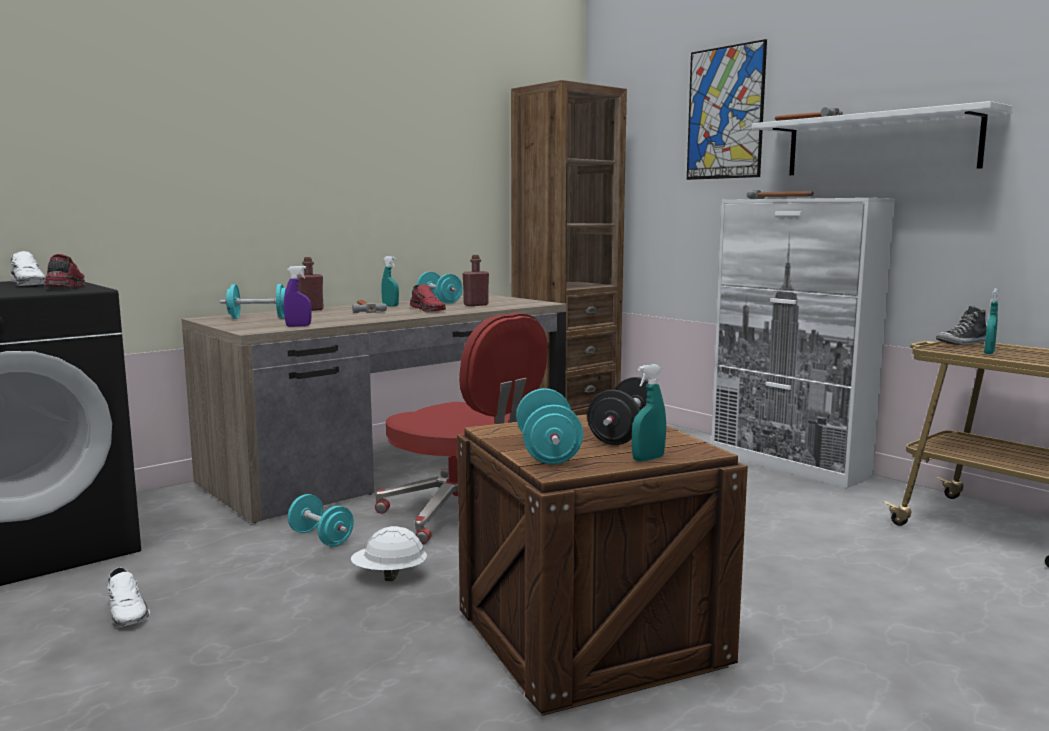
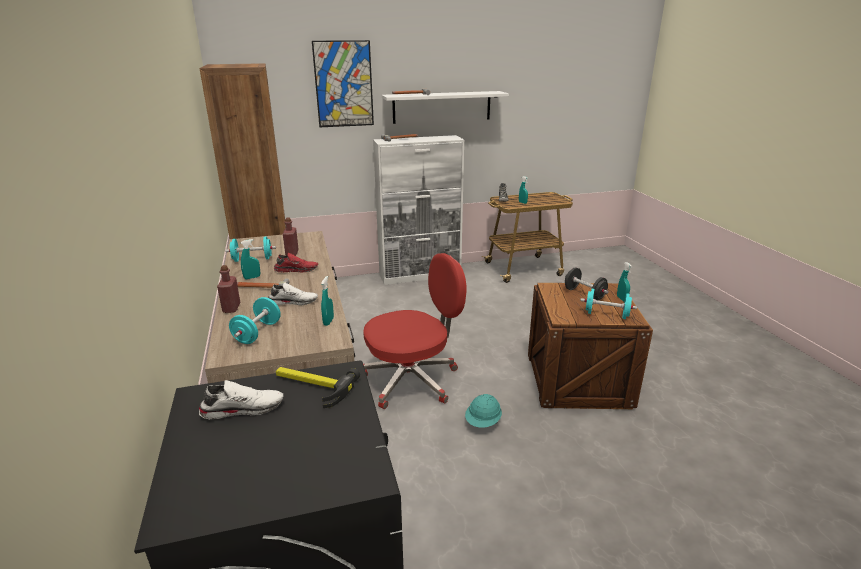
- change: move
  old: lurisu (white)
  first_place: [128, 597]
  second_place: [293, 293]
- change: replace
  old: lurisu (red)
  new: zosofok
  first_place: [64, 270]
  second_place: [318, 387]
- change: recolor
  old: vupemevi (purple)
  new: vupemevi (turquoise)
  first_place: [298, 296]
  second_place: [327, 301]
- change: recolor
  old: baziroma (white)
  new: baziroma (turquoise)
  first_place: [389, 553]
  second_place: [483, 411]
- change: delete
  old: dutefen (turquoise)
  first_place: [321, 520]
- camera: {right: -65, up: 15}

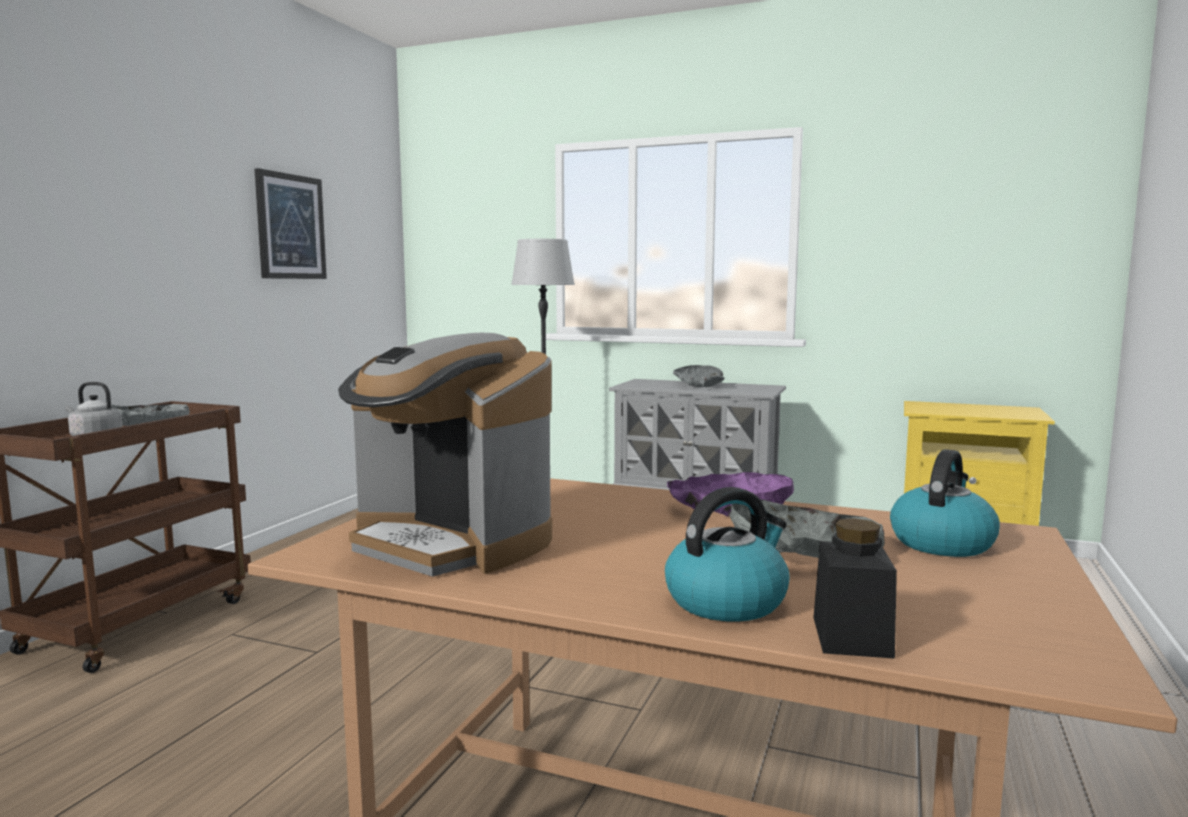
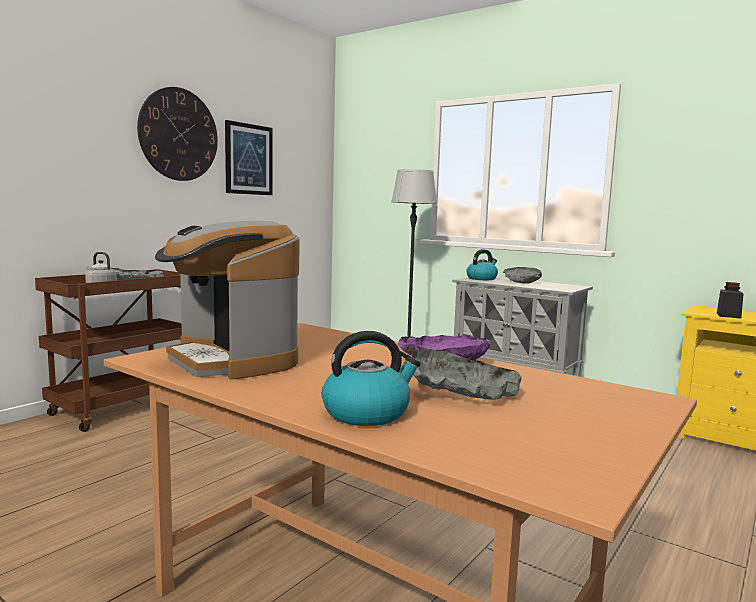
- change: insert
  new: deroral
  second_place: [177, 134]
- change: move
  old: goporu
  first_place: [945, 503]
  second_place: [482, 264]
- change: move
  old: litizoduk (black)
  first_place: [855, 588]
  second_place: [730, 300]
- camera: {right: 15, up: 0}

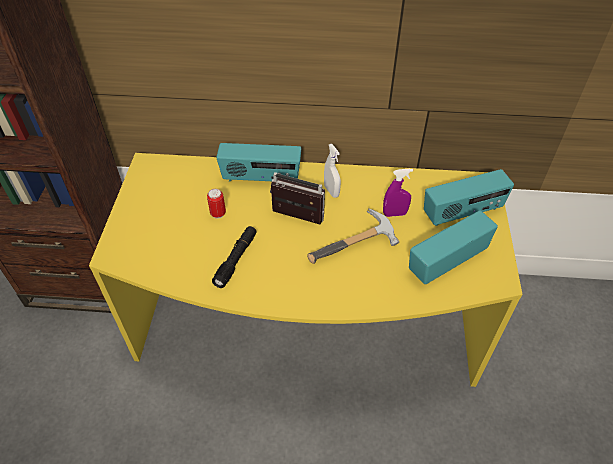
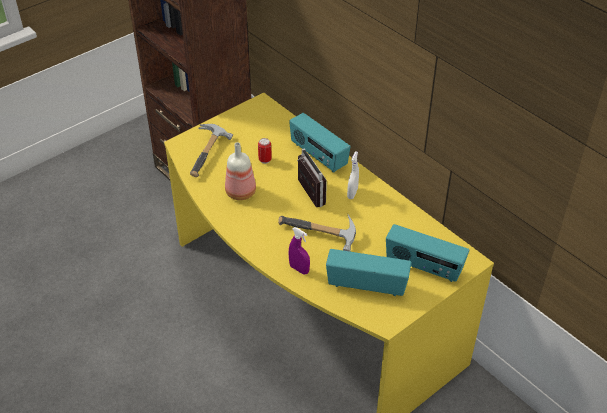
- change: insert
  new: zosofok
  second_place: [211, 150]
- change: replace
  old: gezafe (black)
  new: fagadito
  first_place: [234, 257]
  second_place: [240, 171]
- change: move
  old: vupemevi (purple)
  first_place: [398, 193]
  second_place: [299, 251]
- camera: {right: 45, up: -5}

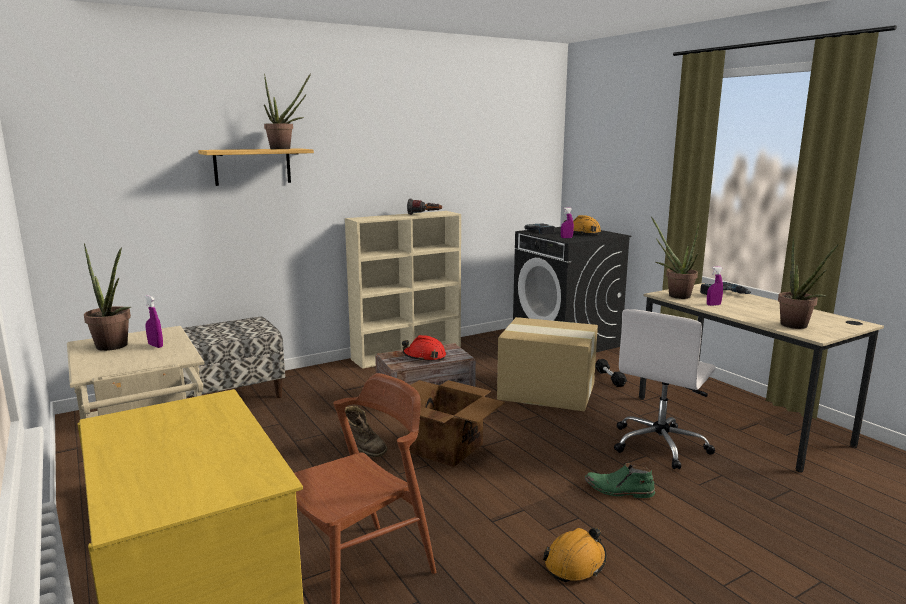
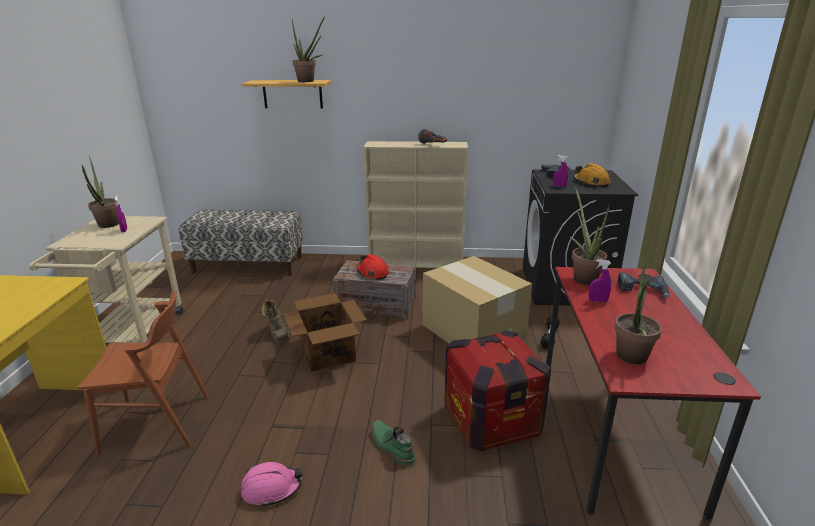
- change: recolor
  old: baziroma (orange)
  new: baziroma (pink)
  first_place: [575, 555]
  second_place: [272, 484]
- change: replace
  old: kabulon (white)
  new: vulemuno
  first_place: [665, 389]
  second_place: [497, 390]
- change: recolor
  old: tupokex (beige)
  new: tupokex (red)
  first_place: [761, 378]
  second_place: [653, 394]
- camera: {right: 35, up: 10}

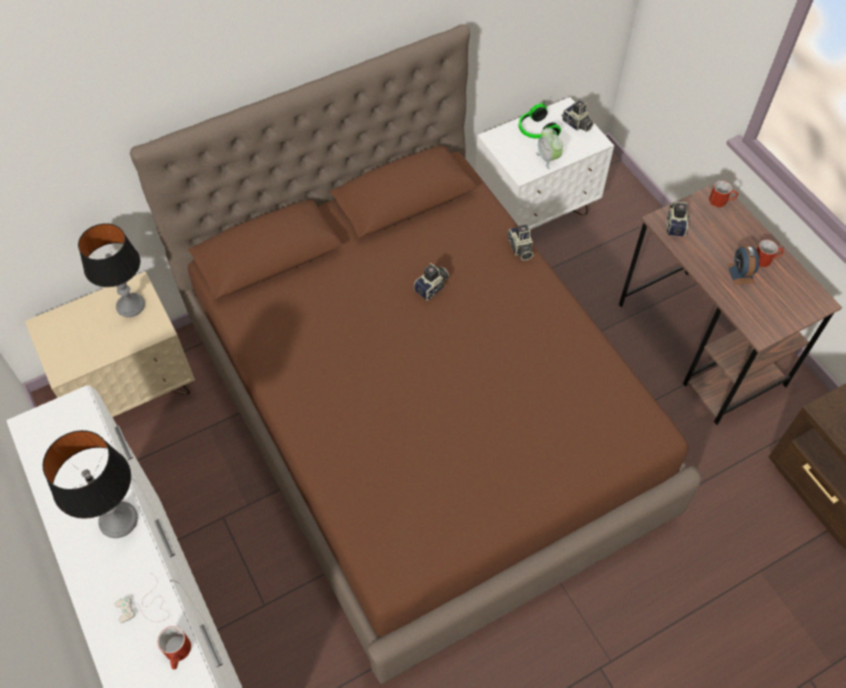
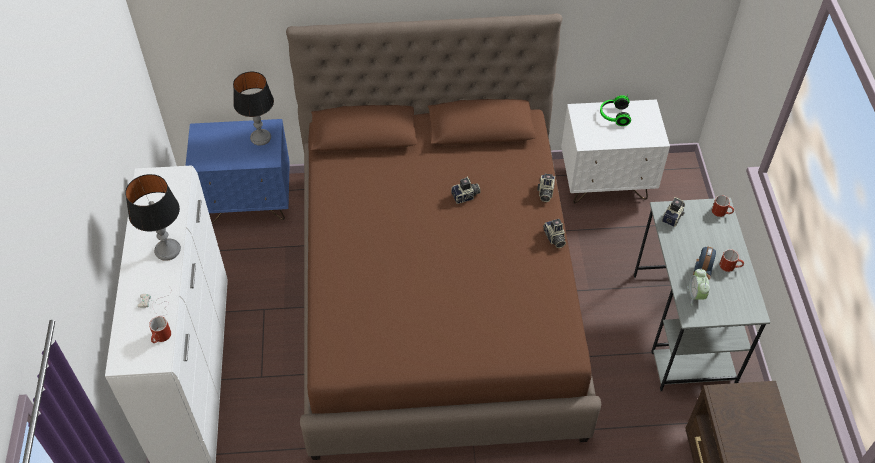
- change: recolor
  old: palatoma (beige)
  new: palatoma (blue)
  first_place: [110, 344]
  second_place: [237, 171]
- change: move
  old: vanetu
  first_place: [577, 116]
  second_place: [554, 233]
- change: recolor
  old: tupokex (brown)
  new: tupokex (grey)
  first_place: [730, 304]
  second_place: [702, 294]
- change: move
  old: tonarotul
  first_place: [549, 148]
  second_place: [698, 287]
- camera: {right: 25, up: -5}

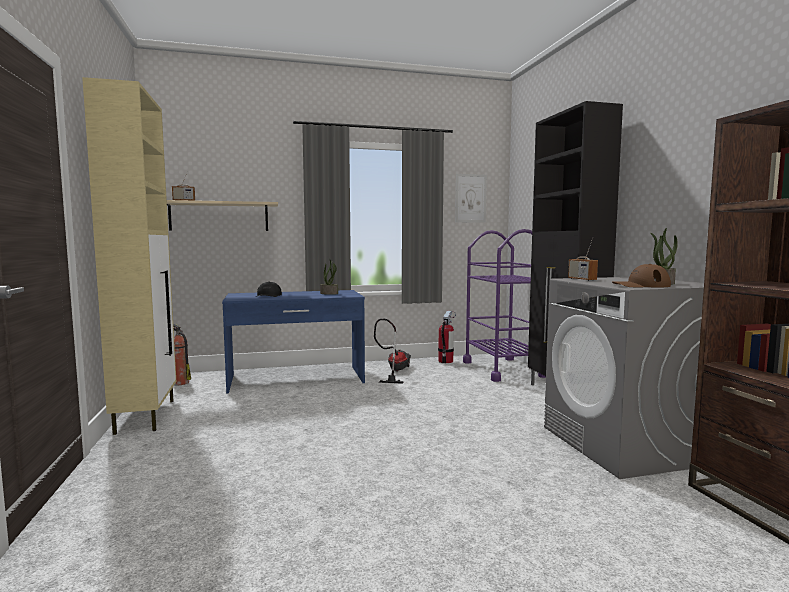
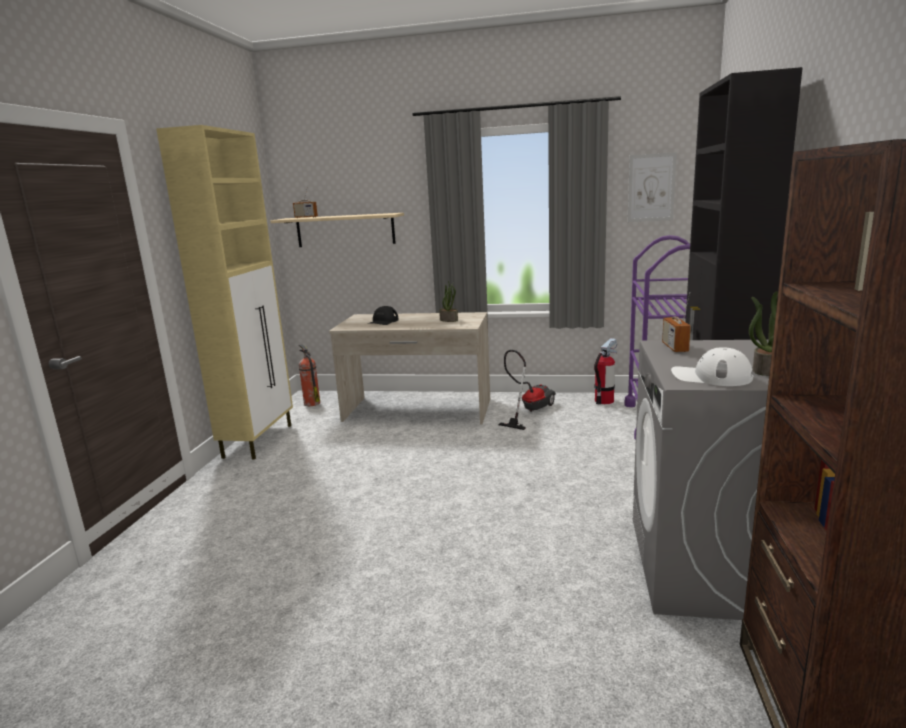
- change: recolor
  old: tupokex (blue)
  new: tupokex (beige)
  first_place: [293, 342]
  second_place: [409, 368]
- change: recolor
  old: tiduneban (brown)
  new: tiduneban (white)
  first_place: [641, 275]
  second_place: [712, 366]
- camera: {right: 25, up: 10}

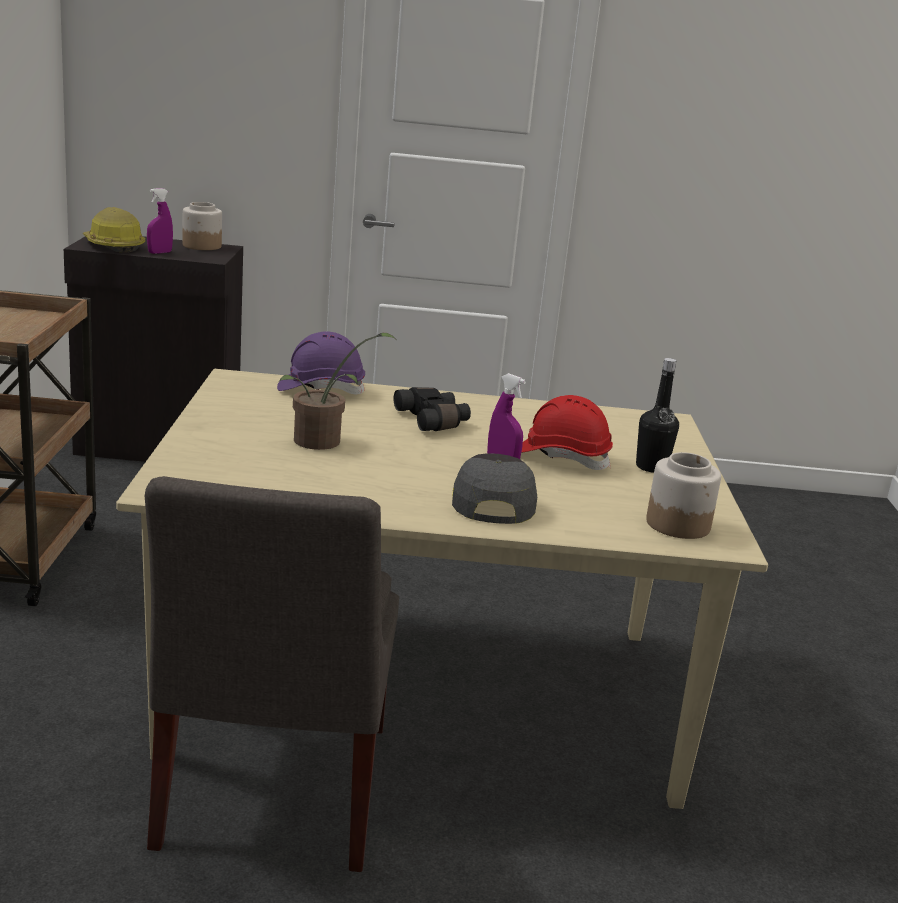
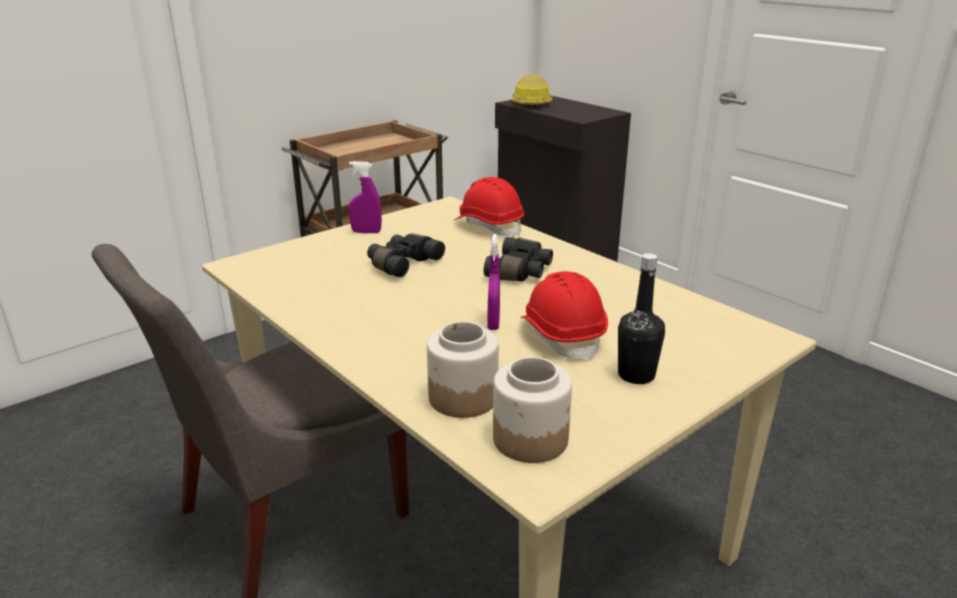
- change: move
  old: vupemevi (purple)
  first_place: [160, 221]
  second_place: [365, 197]
- change: replace
  old: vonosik
  new: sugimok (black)
  first_place: [337, 391]
  second_place: [406, 255]
- change: move
  old: litizoduk
  first_place: [202, 226]
  second_place: [463, 369]
- change: recolor
  old: baziroma (purple)
  new: baziroma (red)
  first_place: [321, 362]
  second_place: [488, 206]
- change: delete
  old: tiduneban (grey)
  first_place: [494, 488]
- camera: {right: 50, up: 5}

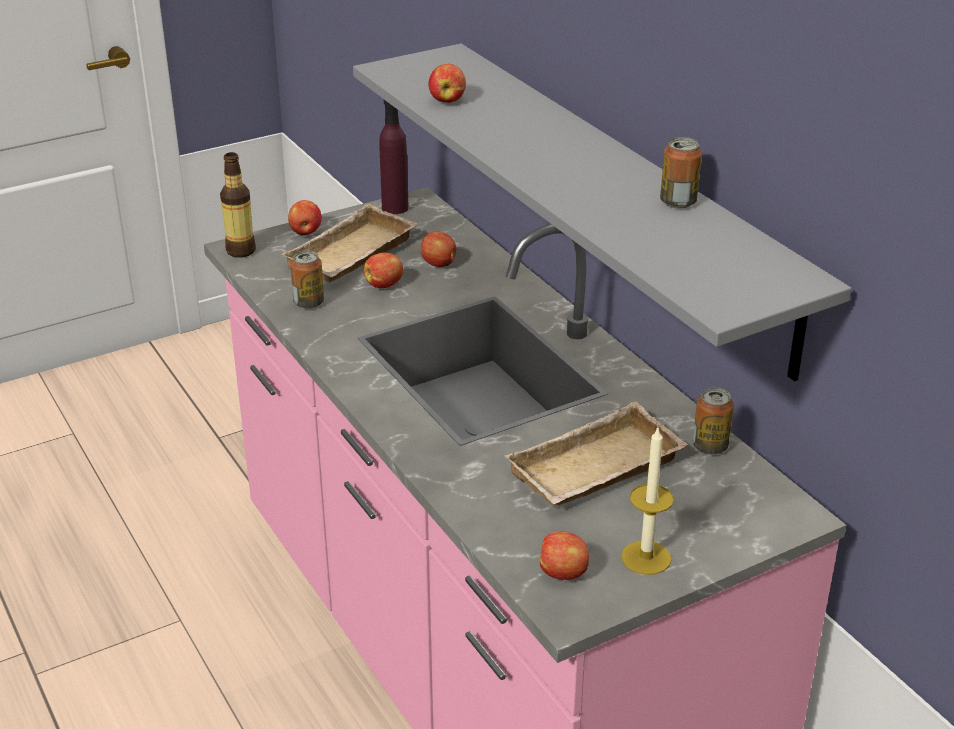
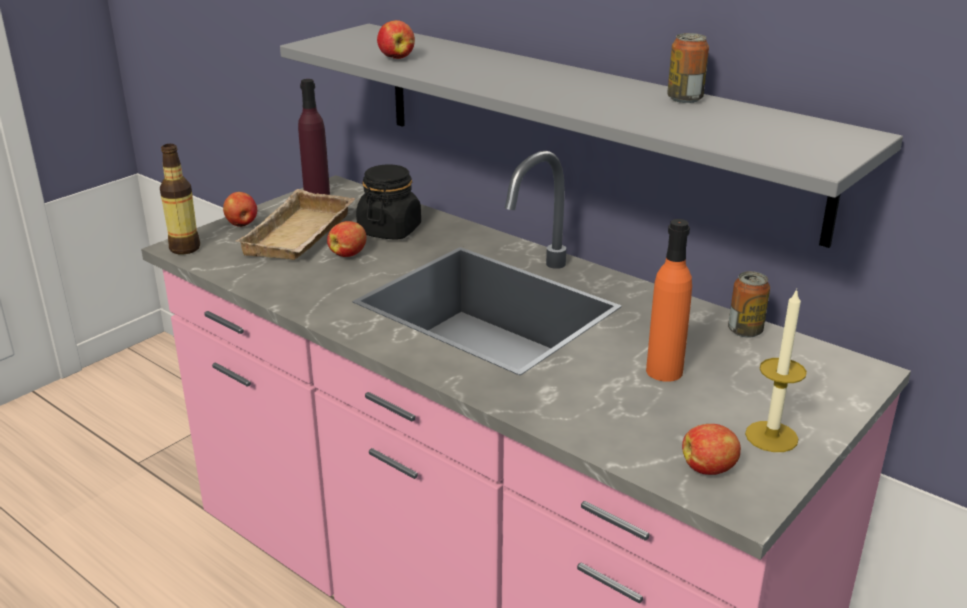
- change: replace
  old: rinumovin
  new: litizoduk (black)
  first_place: [438, 249]
  second_place: [388, 202]
- change: replace
  old: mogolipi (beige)
  new: fagadito (orange)
  first_place: [596, 454]
  second_place: [669, 300]
- change: delete
  old: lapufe
  first_place: [307, 279]
- camera: {right: -20, up: -5}

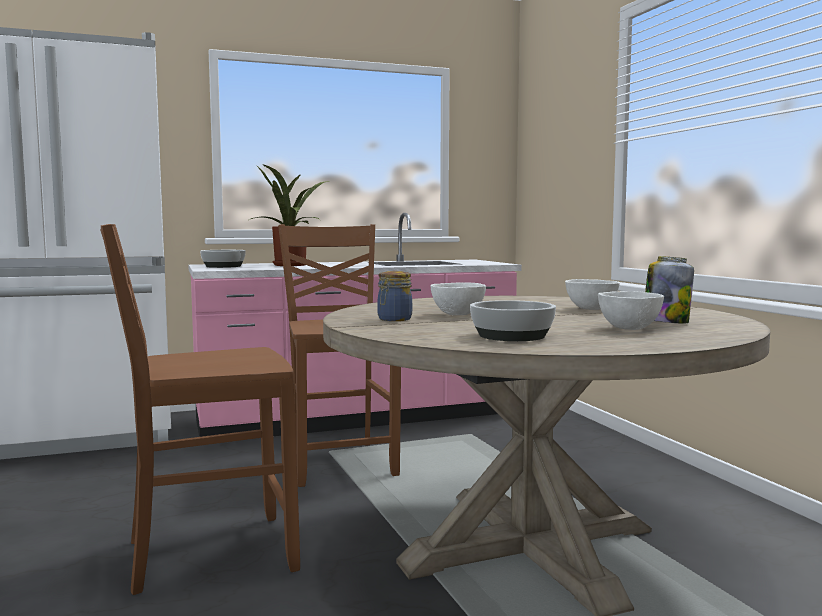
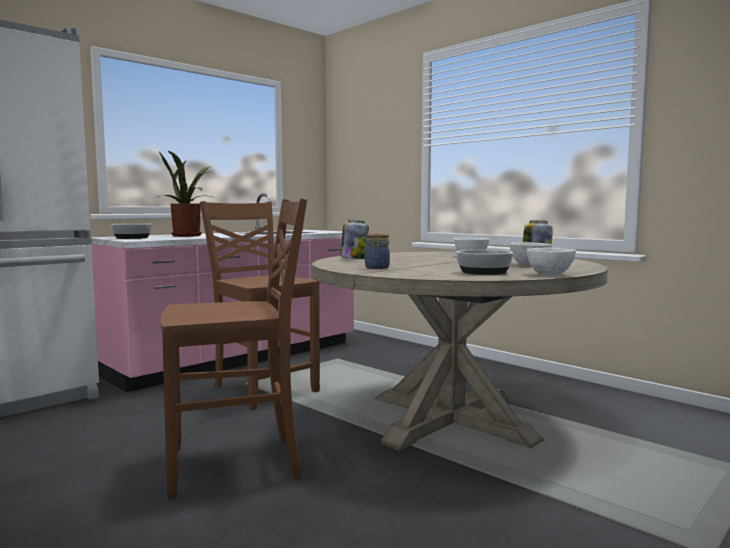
- change: rotate
  old: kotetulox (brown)
  first_place: [200, 409]
  second_place: [233, 348]
  degrees: -150
- change: insert
  new: litizoduk
  second_place: [355, 239]
- change: move
  old: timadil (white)
  first_place: [458, 298]
  second_place: [551, 261]
- camera: {right: -25, up: 0}

